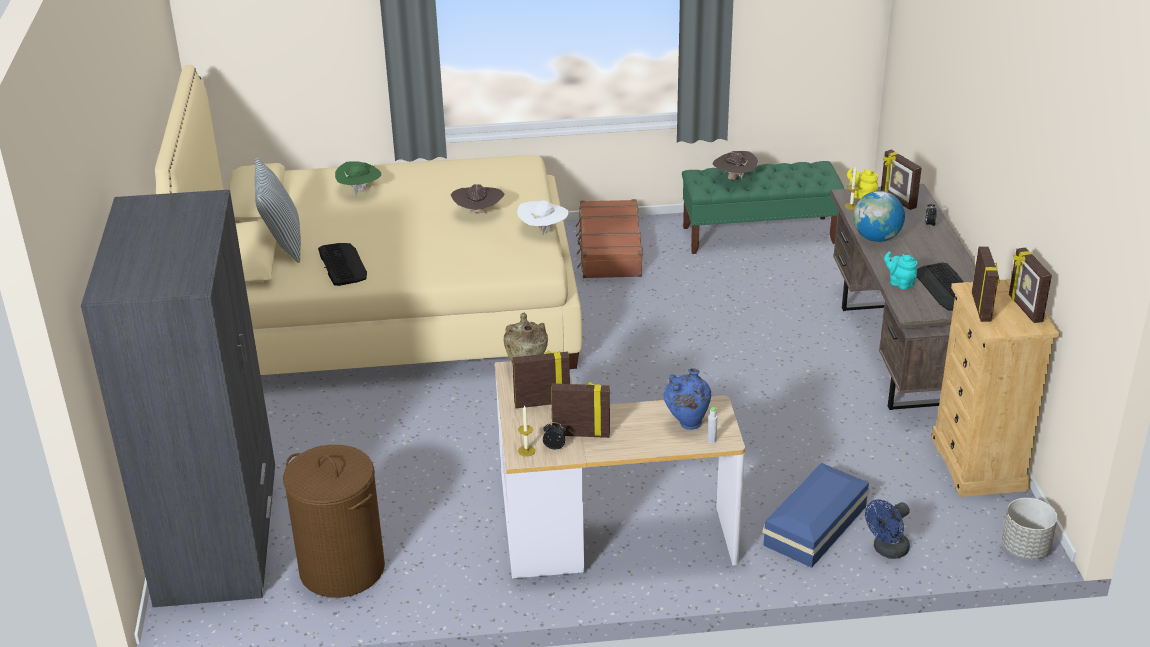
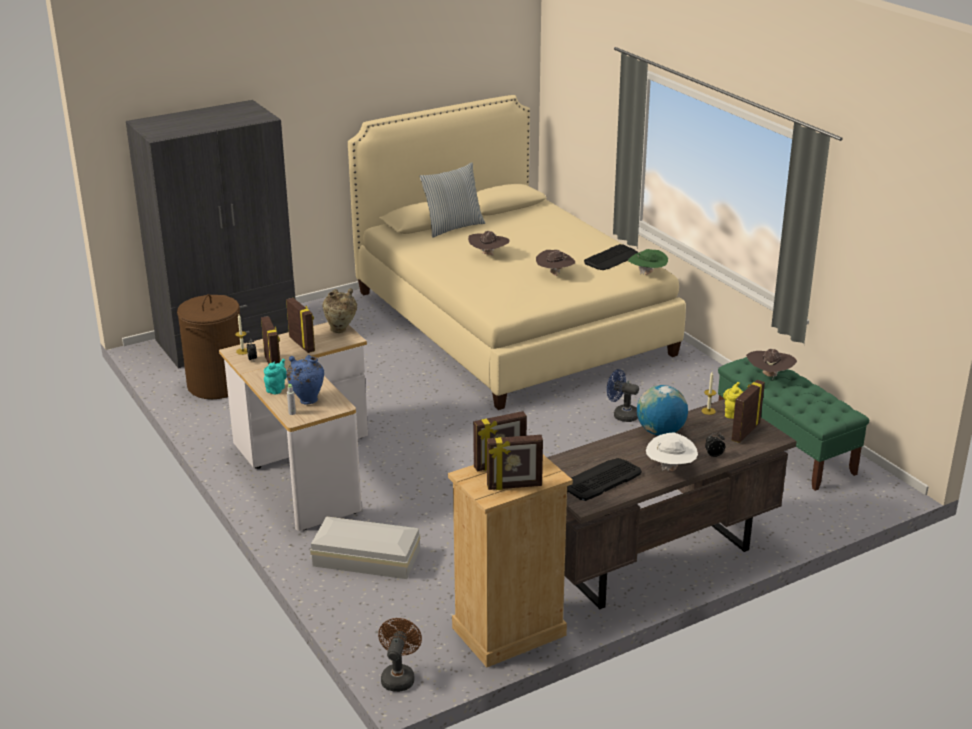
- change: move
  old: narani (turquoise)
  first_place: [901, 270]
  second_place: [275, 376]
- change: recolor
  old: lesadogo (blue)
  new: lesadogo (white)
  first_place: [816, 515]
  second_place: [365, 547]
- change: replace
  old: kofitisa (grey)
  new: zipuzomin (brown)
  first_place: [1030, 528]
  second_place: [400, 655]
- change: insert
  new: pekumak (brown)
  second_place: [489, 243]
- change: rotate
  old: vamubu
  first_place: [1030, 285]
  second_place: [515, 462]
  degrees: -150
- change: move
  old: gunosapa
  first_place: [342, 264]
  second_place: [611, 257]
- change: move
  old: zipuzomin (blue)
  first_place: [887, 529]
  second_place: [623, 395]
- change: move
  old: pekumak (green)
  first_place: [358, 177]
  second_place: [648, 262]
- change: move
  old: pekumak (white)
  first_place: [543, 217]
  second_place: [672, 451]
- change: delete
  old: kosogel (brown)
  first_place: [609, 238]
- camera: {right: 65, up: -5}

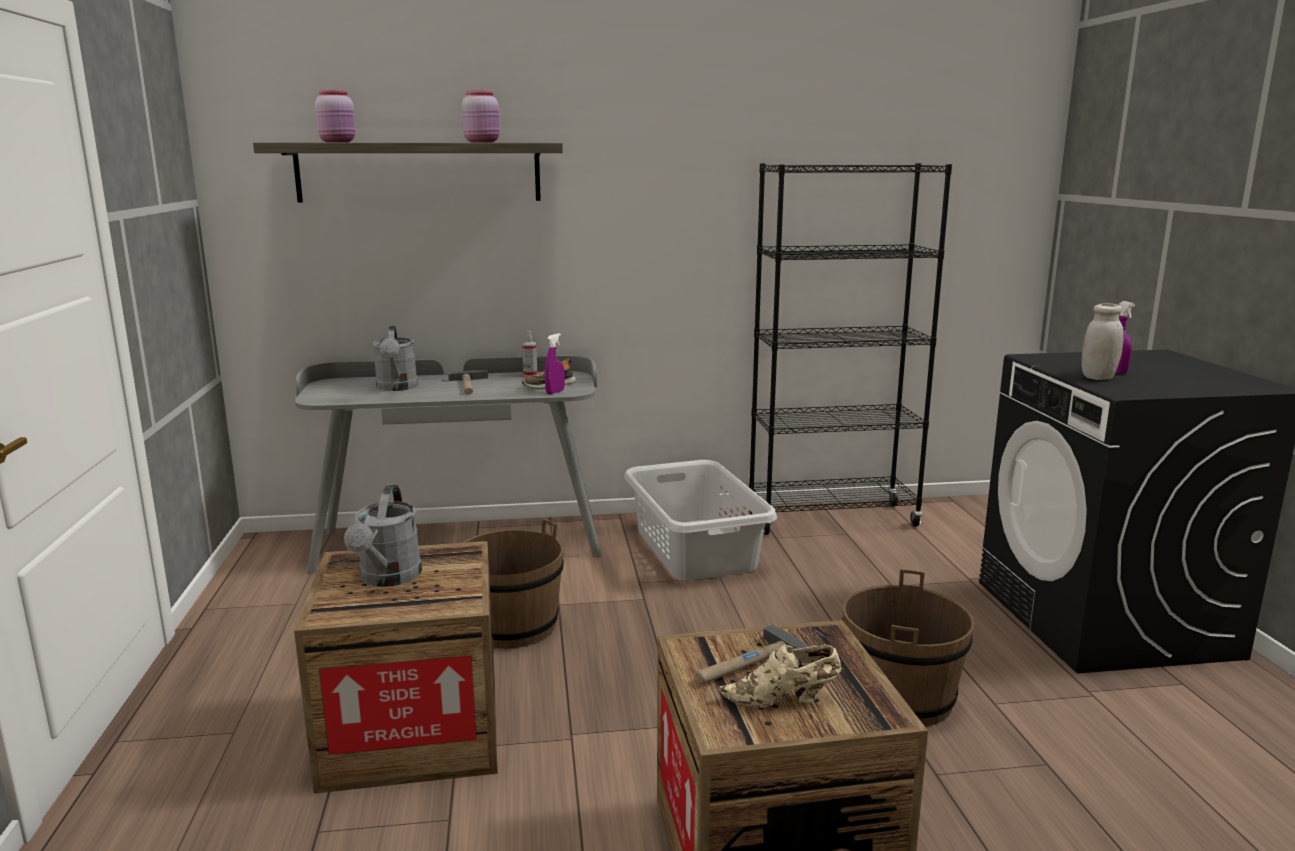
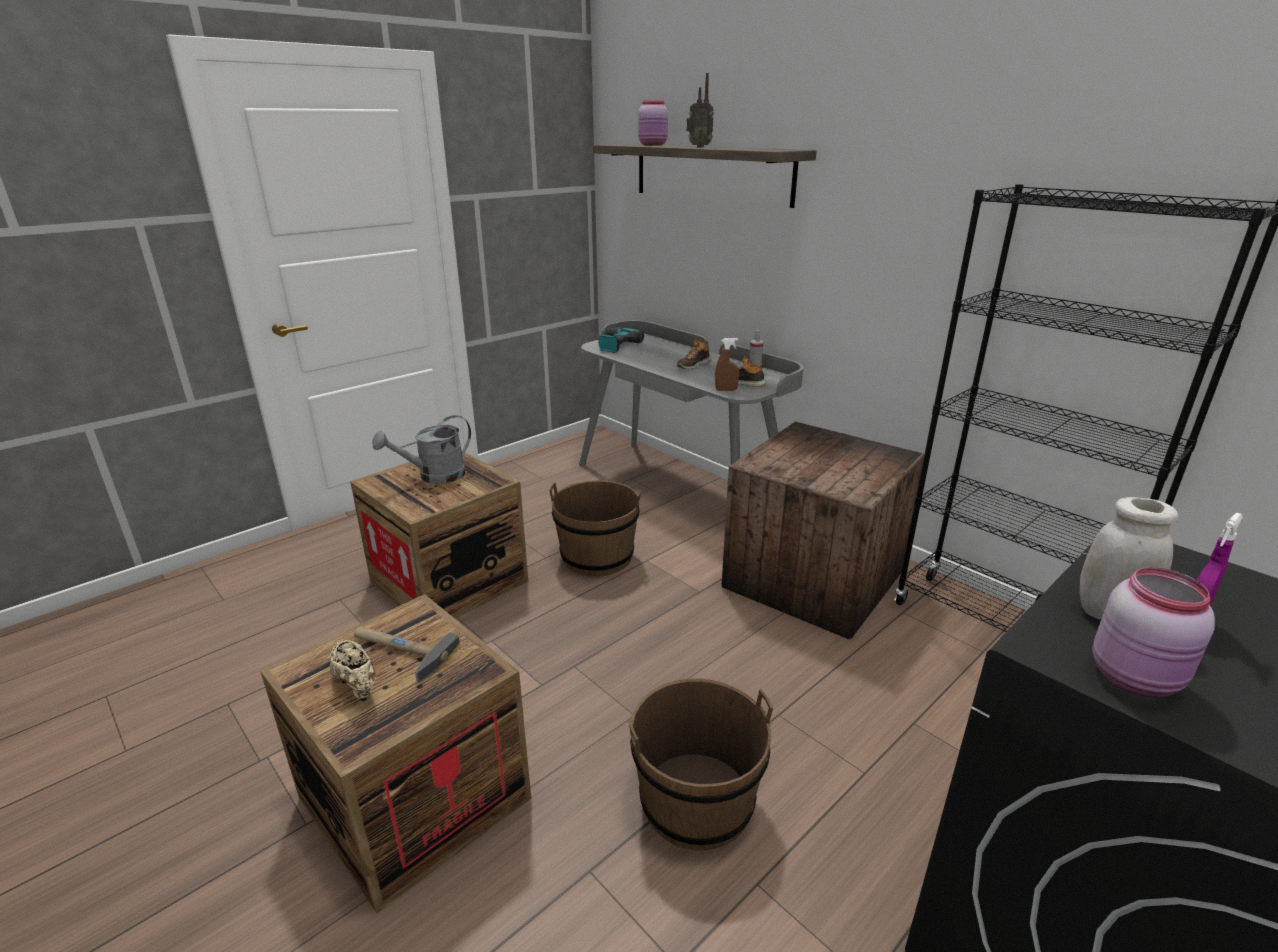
- change: insert
  new: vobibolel
  second_place: [621, 340]
- change: replace
  old: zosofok
  new: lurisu
  first_place: [468, 382]
  second_place: [694, 354]
- change: insert
  new: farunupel
  second_place: [700, 110]
- change: recolor
  old: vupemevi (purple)
  new: vupemevi (brown)
  first_place: [555, 363]
  second_place: [727, 364]
- change: replace
  old: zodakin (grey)
  new: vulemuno
  first_place: [700, 520]
  second_place: [823, 530]
- change: move
  old: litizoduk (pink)
  first_place: [481, 116]
  second_place: [1154, 632]
- change: delete
  old: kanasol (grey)
  first_place: [395, 358]
- camera: {right: 55, up: 10}

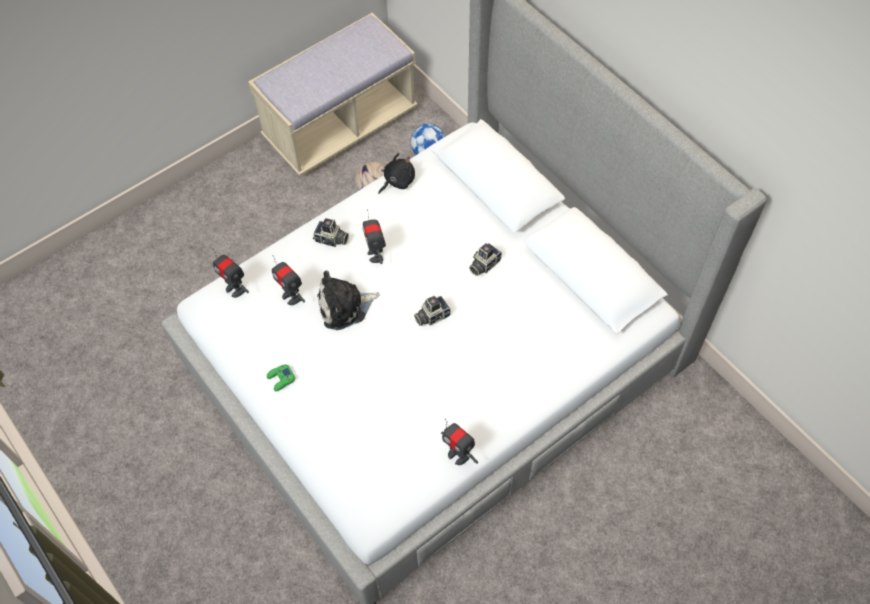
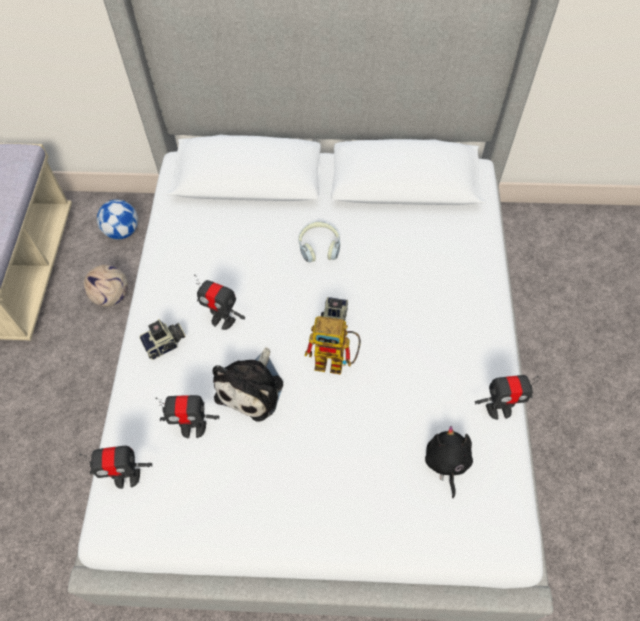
- change: replace
  old: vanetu
  new: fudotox
  first_place: [485, 259]
  second_place: [319, 241]
- change: insert
  new: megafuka
  second_place: [333, 345]
- change: move
  old: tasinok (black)
  first_place: [396, 173]
  second_place: [449, 462]
- change: delete
  old: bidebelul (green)
  first_place: [281, 377]
- camera: {right: -50, up: 0}

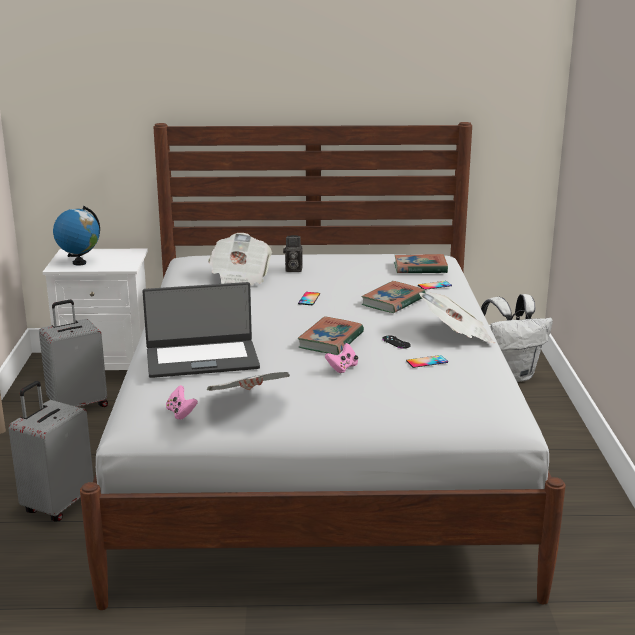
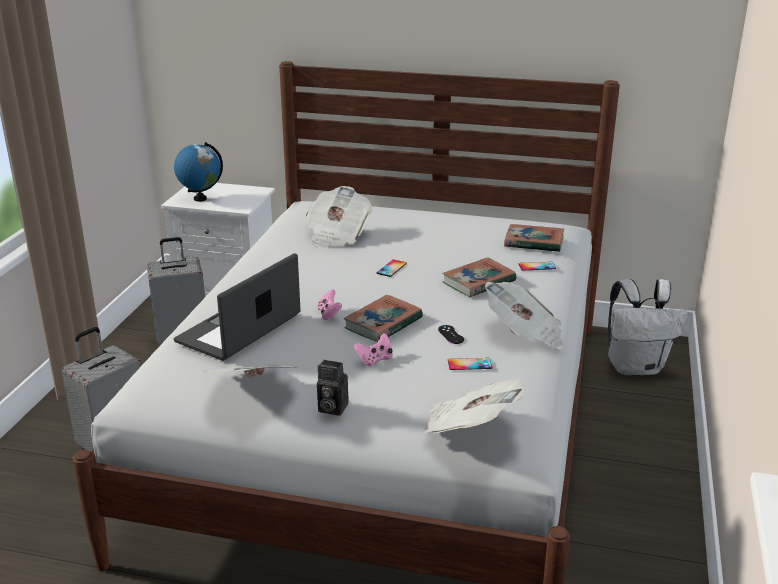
- change: rotate
  old: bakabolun
  first_place: [201, 330]
  second_place: [237, 307]
  degrees: 120
- change: move
  old: bidebelul (pink)
  first_place: [182, 402]
  second_place: [329, 304]
- change: move
  old: vanetu
  first_place: [293, 253]
  second_place: [333, 388]
- change: insert
  new: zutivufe
  second_place: [474, 406]
- camera: {right: 15, up: 5}

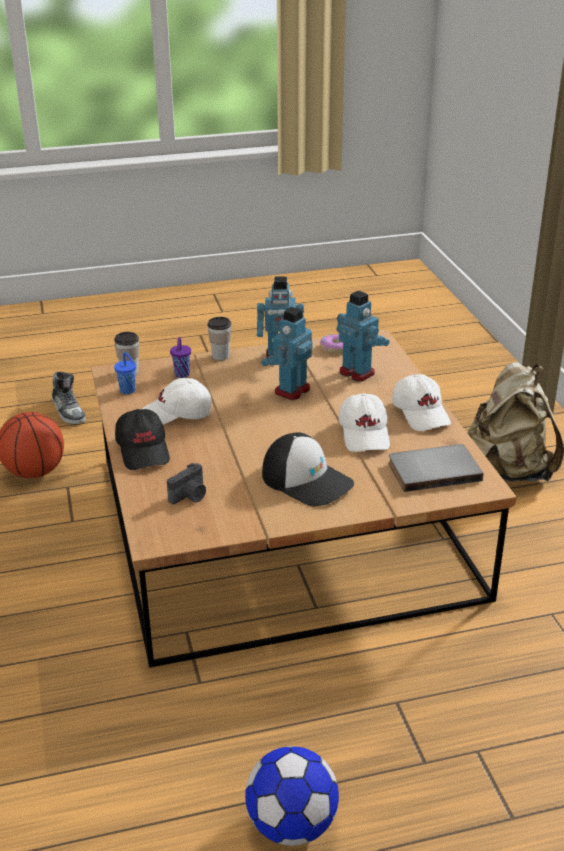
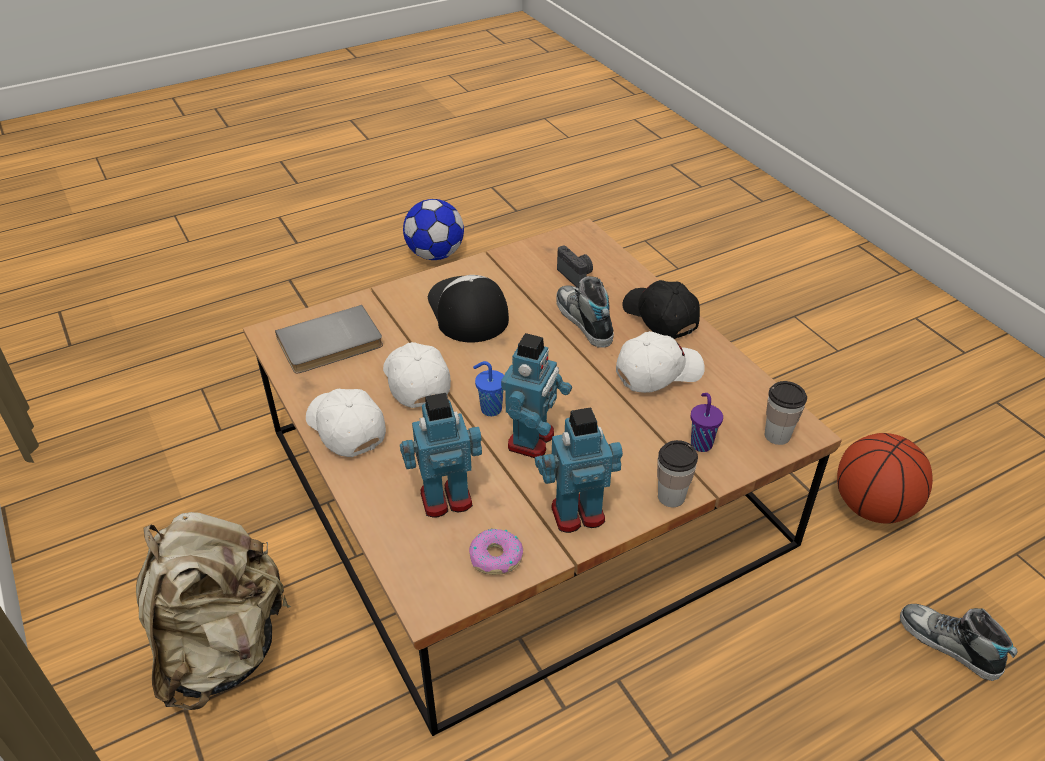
- change: rotate
  old: megafuka
  first_place: [362, 336]
  second_place: [441, 455]
  degrees: 135
- change: rotate
  old: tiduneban
  first_place: [308, 469]
  second_place: [468, 309]
  degrees: 45
- change: move
  old: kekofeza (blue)
  first_place: [125, 373]
  second_place: [488, 388]
- change: insert
  new: lurisu
  second_place: [585, 312]
- change: rotate
  old: vanetu
  first_place: [186, 483]
  second_place: [575, 267]
  degrees: 120
- camera: {right: 165, up: 10}

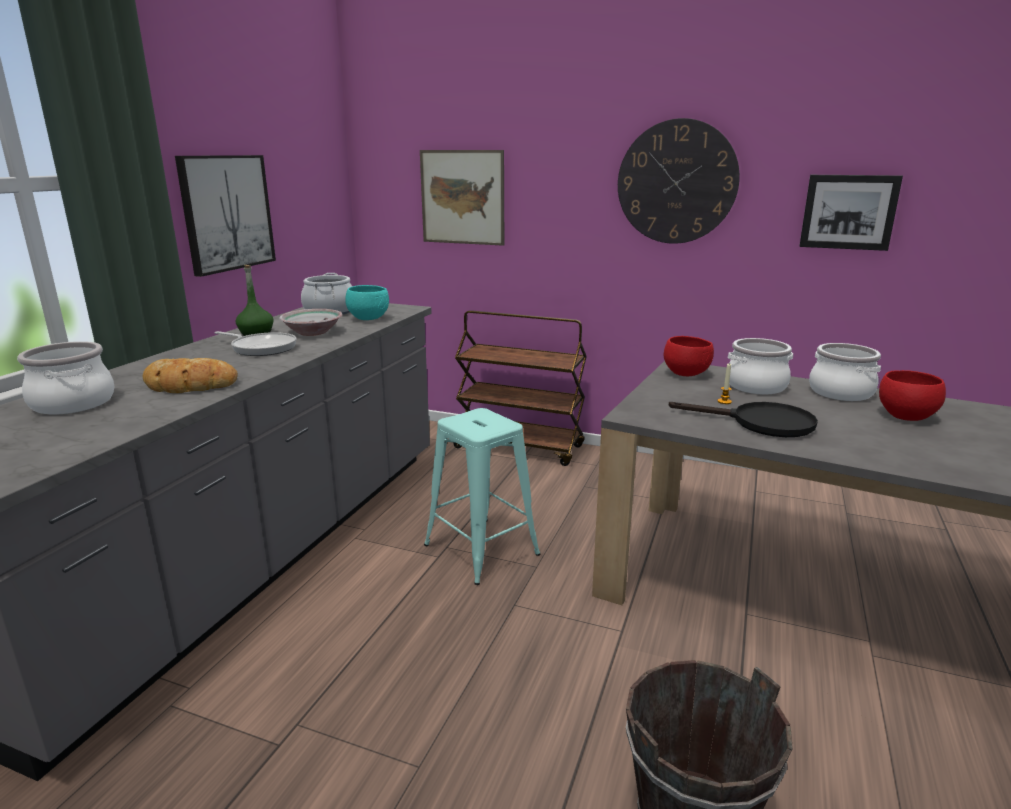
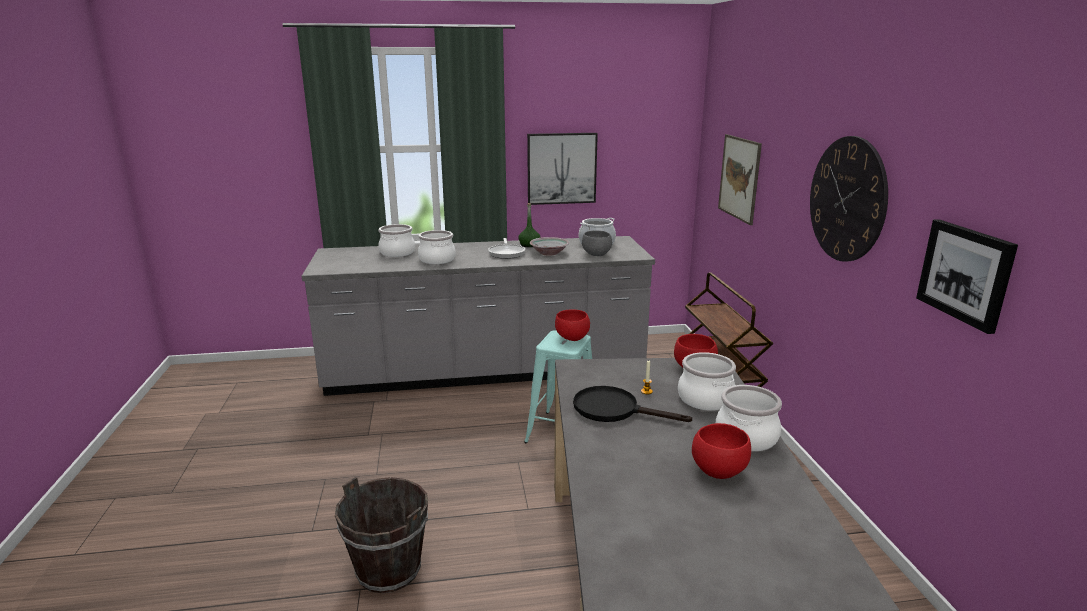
- change: replace
  old: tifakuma
  new: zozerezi
  first_place: [190, 375]
  second_place: [437, 247]
- change: insert
  new: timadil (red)
  second_place: [572, 325]
- change: rotate
  old: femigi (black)
  first_place: [743, 419]
  second_place: [632, 404]
  degrees: 120
- change: recolor
  old: timadil (turquoise)
  new: timadil (grey)
  first_place: [367, 302]
  second_place: [597, 243]
- camera: {right: 60, up: 0}

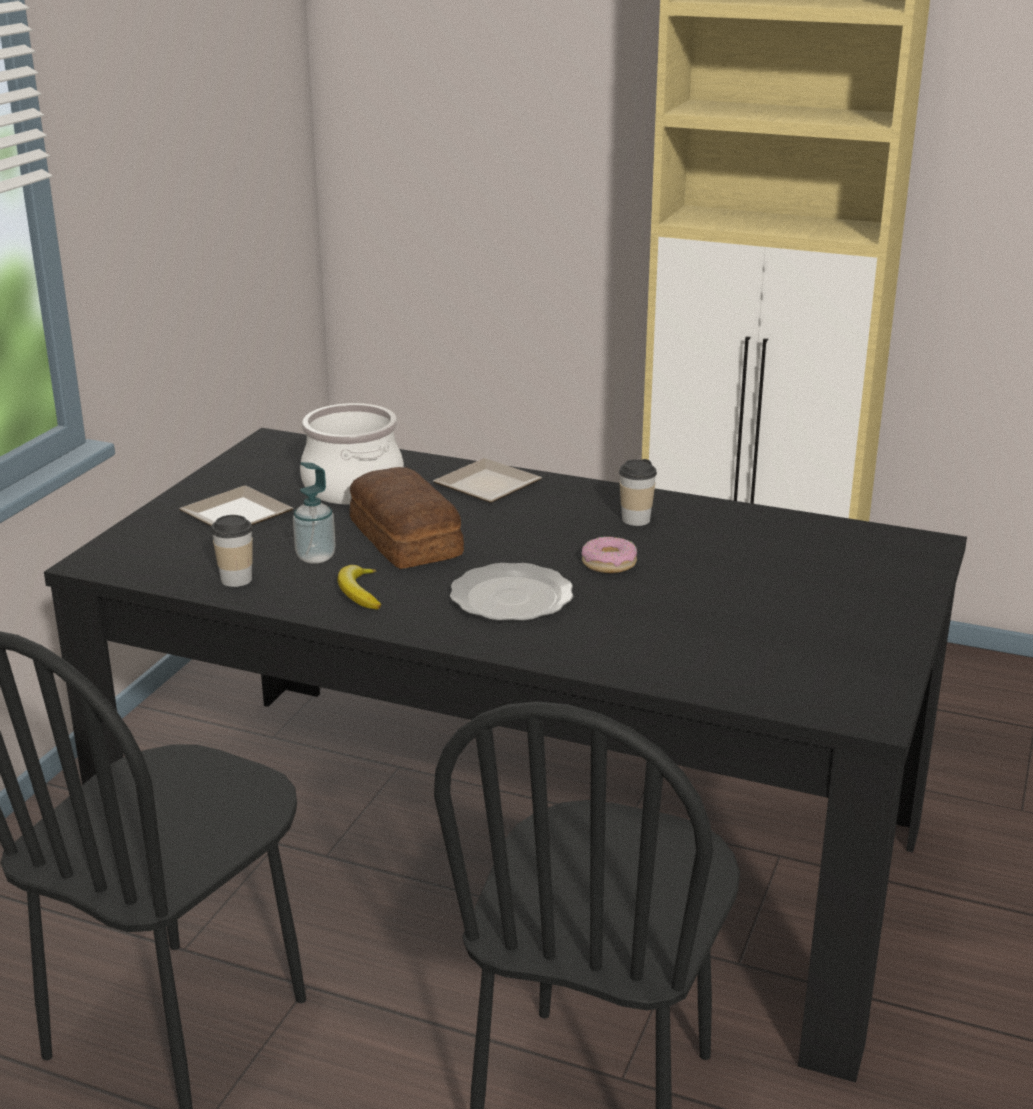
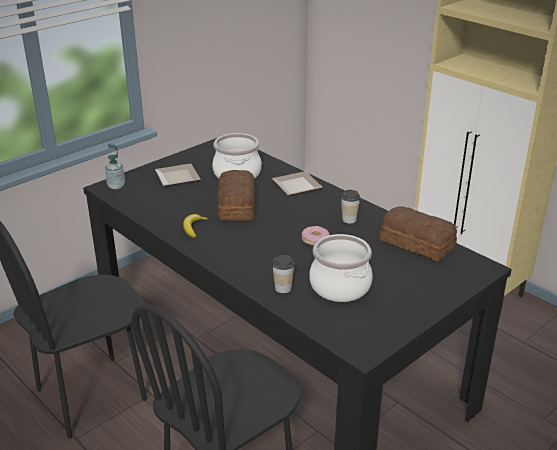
- change: move
  old: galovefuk
  first_place: [314, 513]
  second_place: [115, 166]
- change: move
  old: kekofeza
  first_place: [232, 551]
  second_place: [283, 274]
- change: insert
  new: zozerezi
  second_place: [341, 268]
- change: insert
  new: tifakuma
  second_place: [418, 233]
- change: delete
  old: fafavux
  first_place: [511, 592]
- camera: {right: 25, up: 5}

